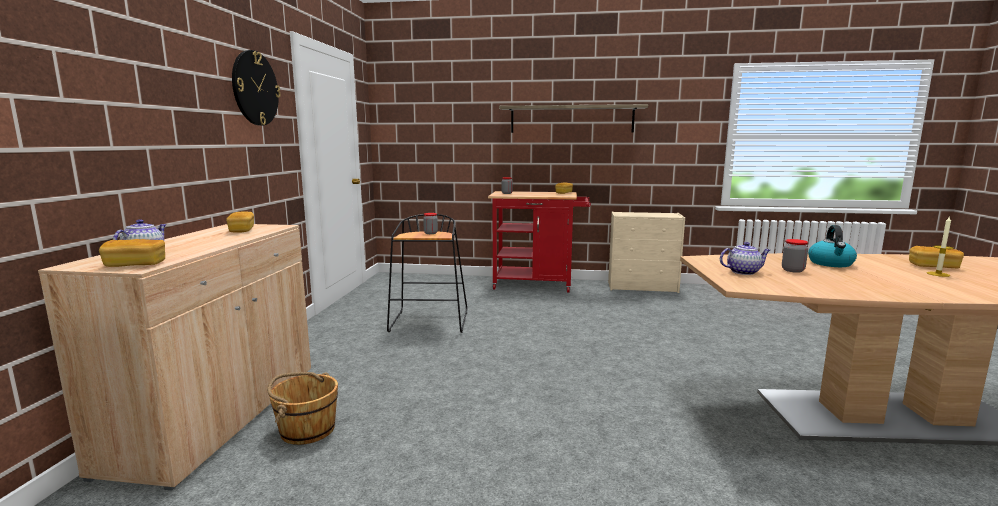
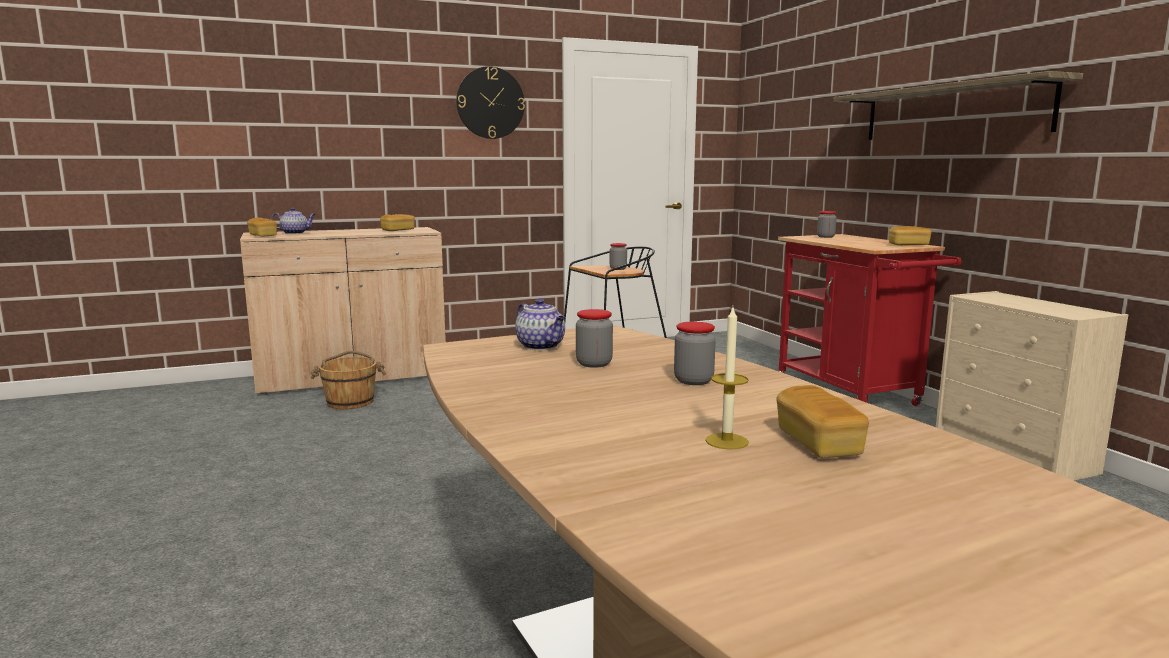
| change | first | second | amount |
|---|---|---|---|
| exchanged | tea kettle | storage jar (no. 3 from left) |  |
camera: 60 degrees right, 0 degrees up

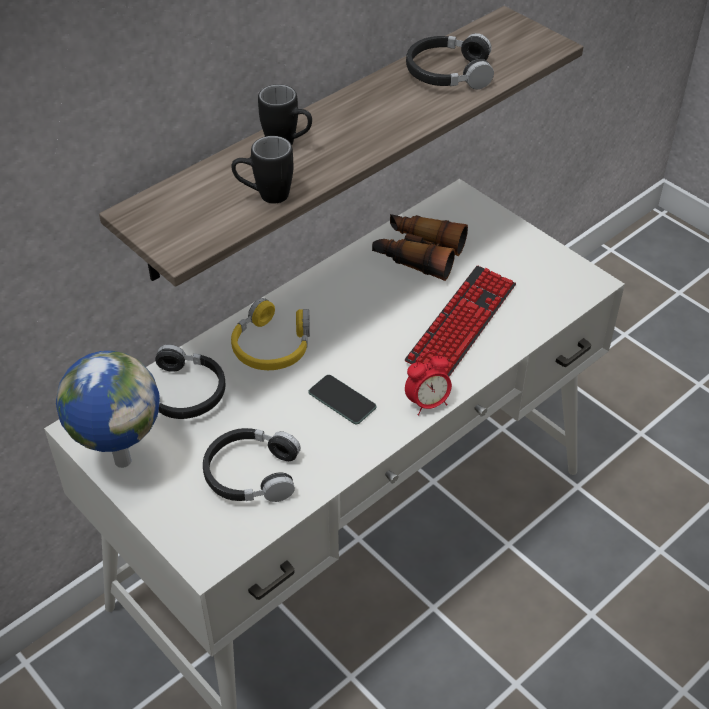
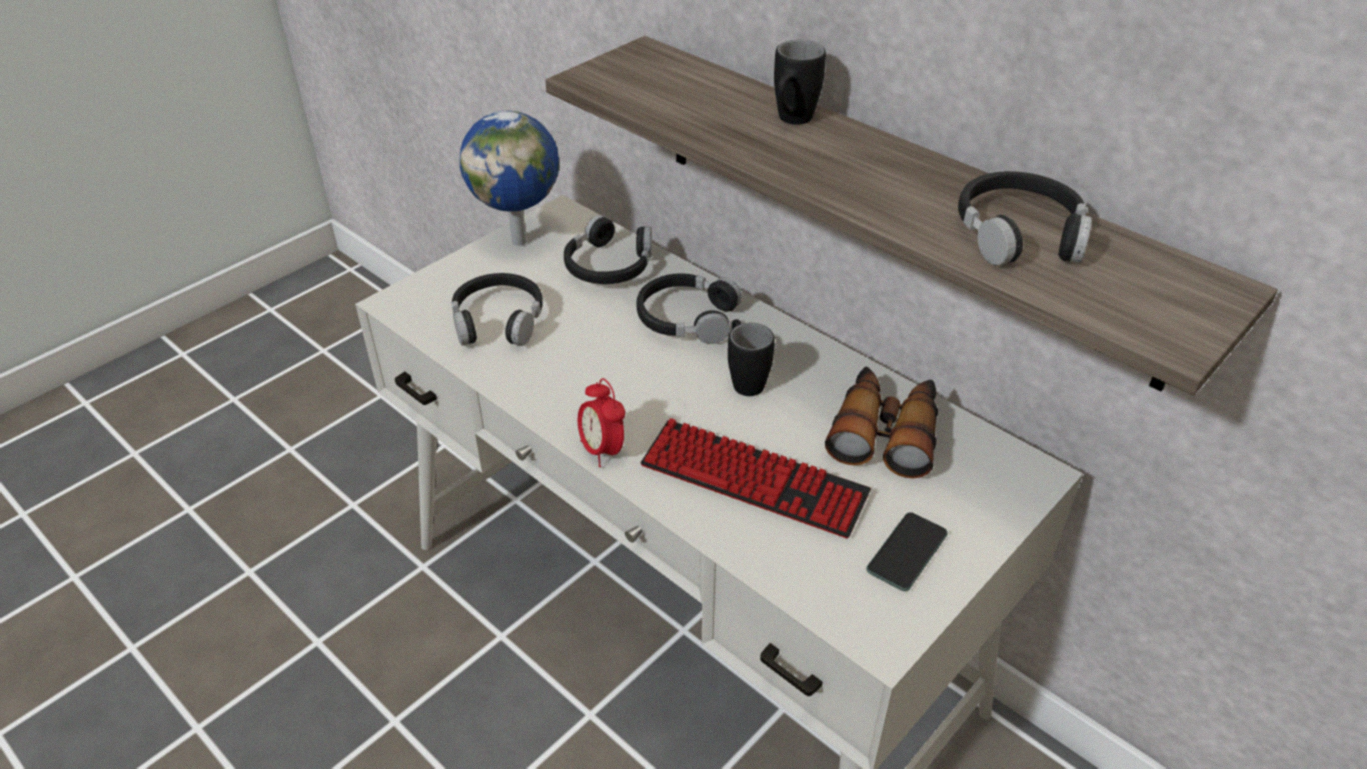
| change | first | second | amount |
|---|---|---|---|
| colour | pair of headphones in yellowish | pair of headphones in black-coloured (no. 3 from left) |  |
| relocated | tea mug in black-coloured (no. 1 from left) |  |  |
| relocated | phone |  |  |
camera: 85 degrees right, 5 degrees down

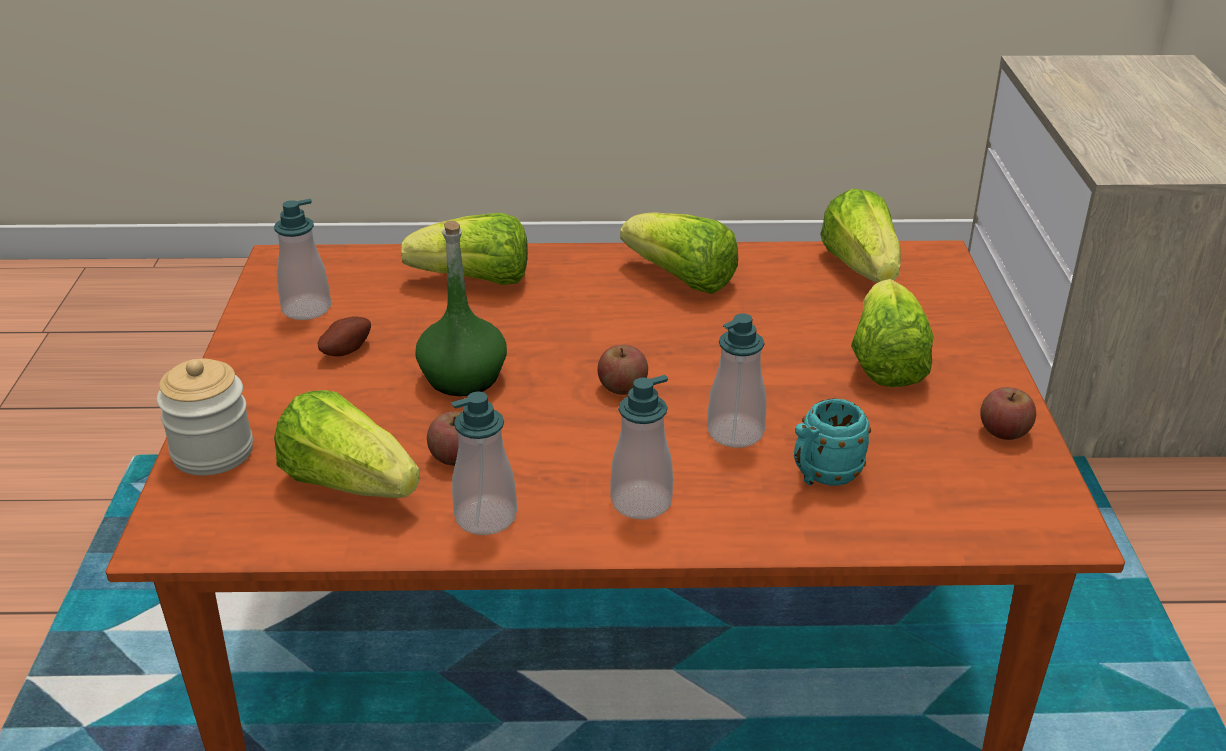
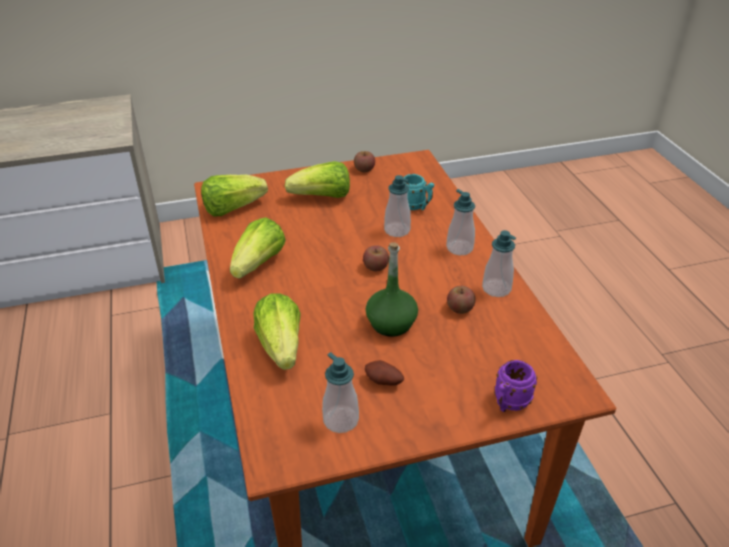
| change | first | second | amount |
|---|---|---|---|
| exchanged | storage jar | tea mug in purple-coloured |  |
| missing | lettuce (no. 1 from left) |  |  |
camera: 105 degrees left, 5 degrees up

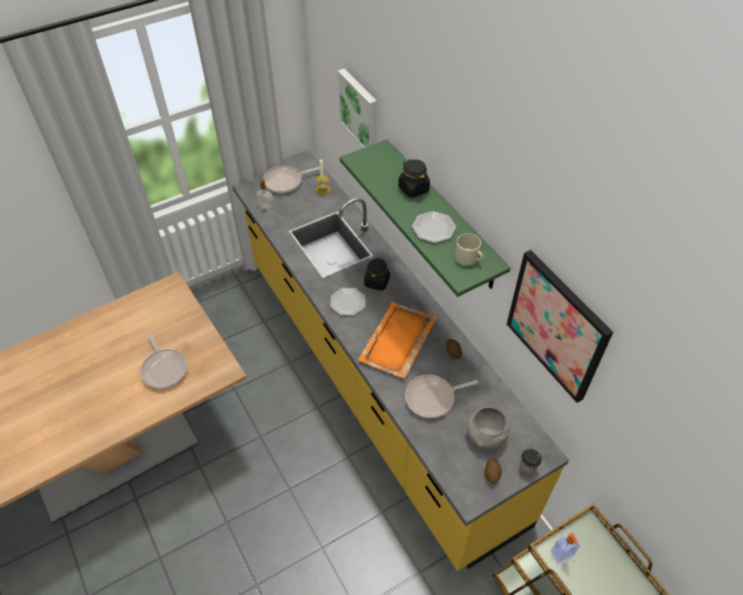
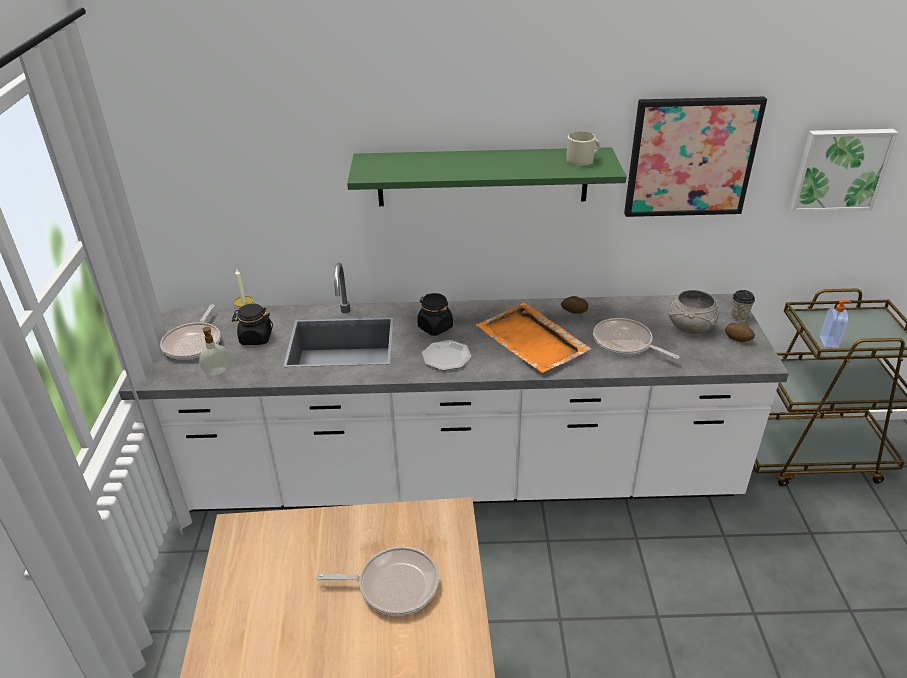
| change | first | second | amount |
|---|---|---|---|
| colour | kitchen base unit in yellowish | kitchen base unit in whitish |  |
| relocated | wall picture (no. 1 from left in the first image) | wall picture (no. 2 from left) |  |
| relocated | storage jar in black-coloured (no. 2 from left in the first image) | storage jar in black-coloured (no. 1 from left) |  |
| spun | skillet (no. 3 from left) |  | 120 degrees clockwise |
| missing | plate (no. 2 from left) |  |  |
camera: 60 degrees left, 15 degrees down

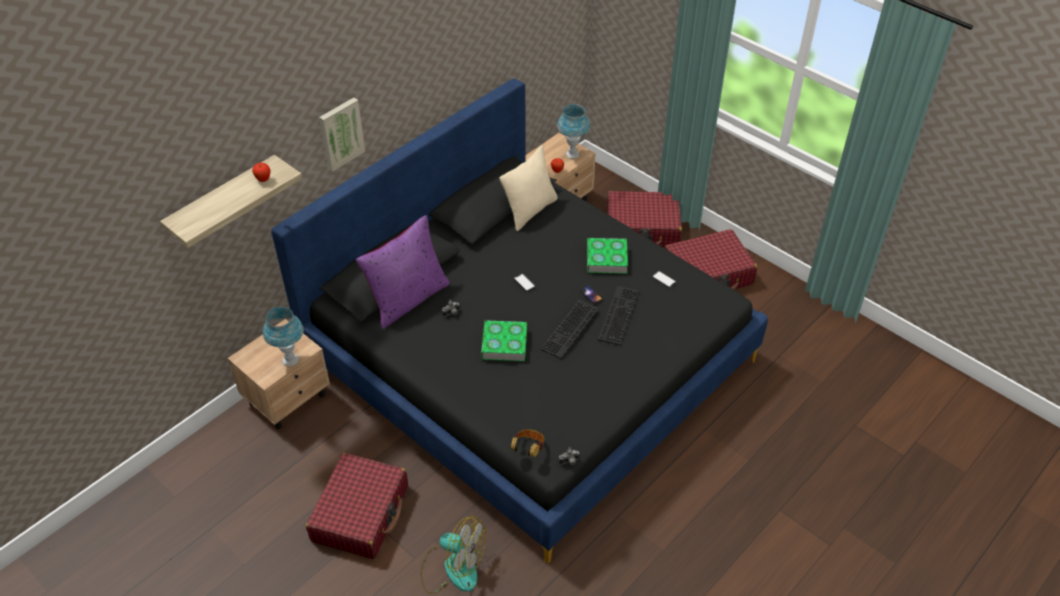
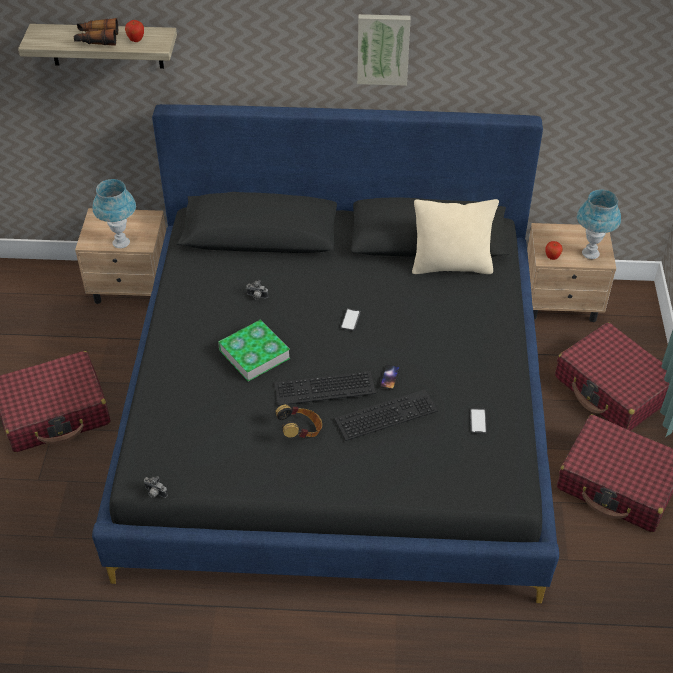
| change | first | second | amount |
|---|---|---|---|
| relocated | wall picture |  |  |
| missing | pillow in purple-coloured |  |  |
| missing | electric fan |  |  |
| relocated | pair of headphones |  |  |
| missing | bound book (no. 2 from left) |  |  |
| appeared |  | field glasses |  |
camera: 50 degrees right, 0 degrees up

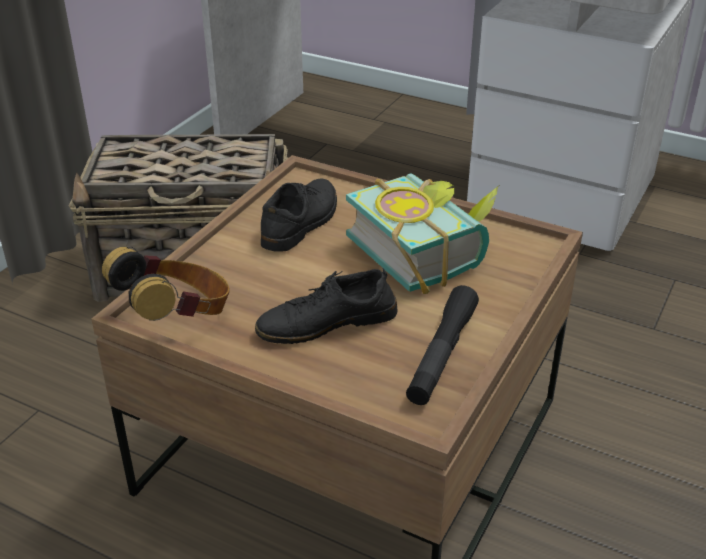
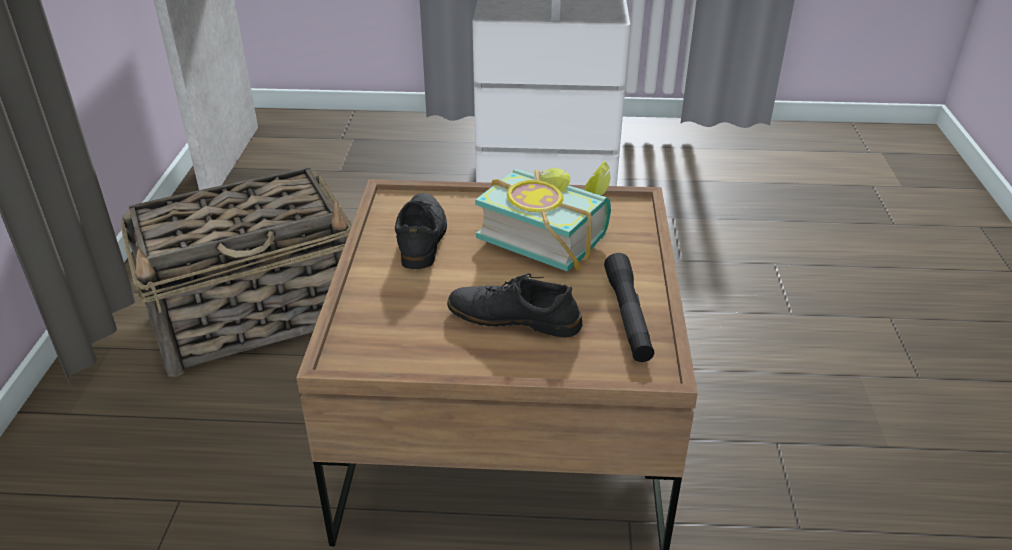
| change | first | second | amount |
|---|---|---|---|
| missing | pair of headphones |  |  |
| spun | shoe in black-coloured (no. 2 from left) |  | 60 degrees clockwise |
camera: 25 degrees left, 0 degrees up

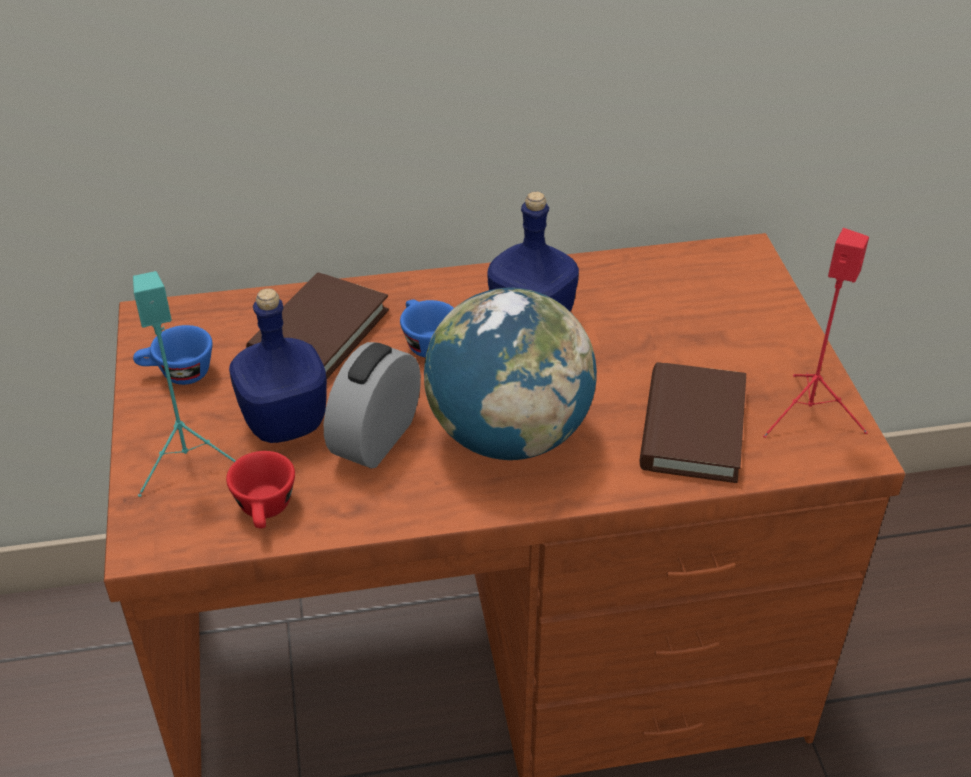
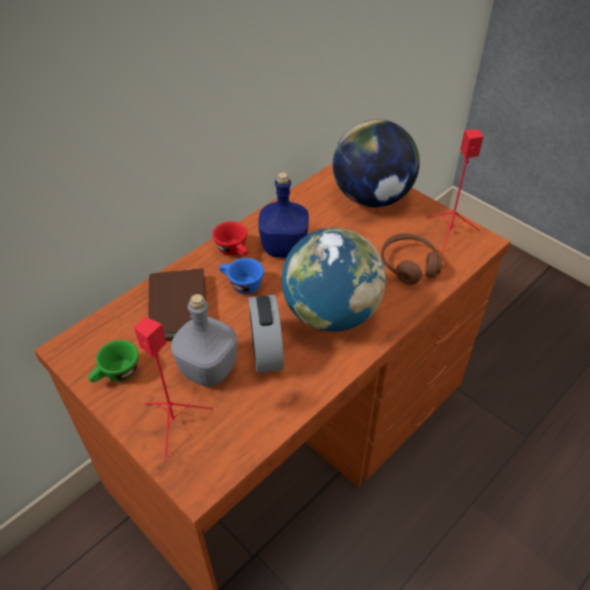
| change | first | second | amount |
|---|---|---|---|
| colour | audio speaker in turquoise-coloured | audio speaker in red-coloured (no. 1 from left) |  |
| colour | drinking cup in bluish (no. 1 from left) | drinking cup in green |  |
| relocated | drinking cup in red-coloured |  |  |
| colour | drink bottle in bluish (no. 1 from left) | drink bottle in gray |  |
| exchanged | bound book in brown-coloured (no. 2 from left) | pair of headphones in brown-coloured |  |
| appeared |  | desk globe (no. 2 from left) |  |
camera: 35 degrees left, 5 degrees up

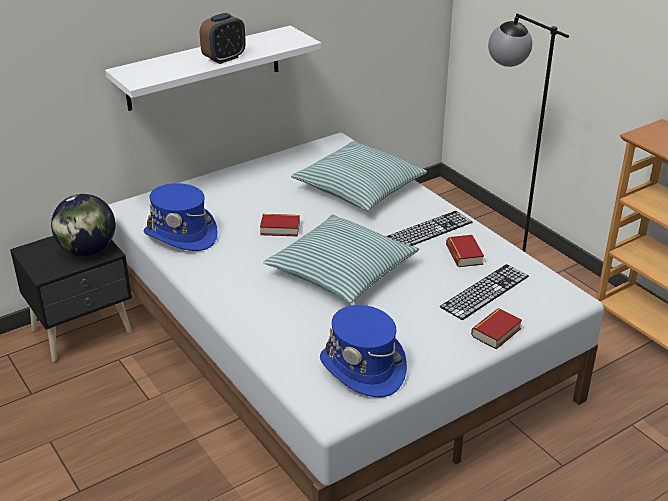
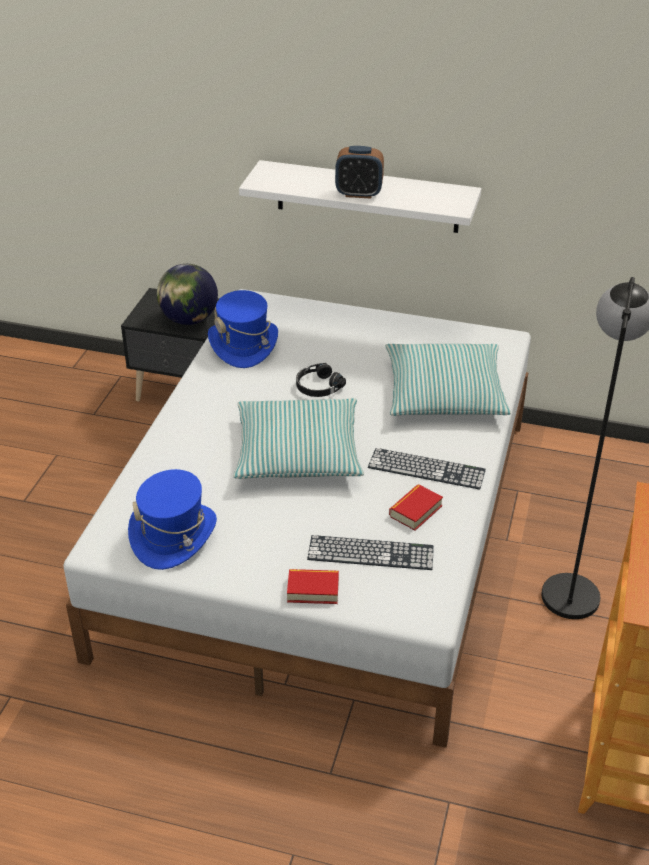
| change | first | second | amount |
|---|---|---|---|
| exchanged | bound book (no. 1 from left) | pair of headphones in black-coloured |  |
camera: 50 degrees right, 5 degrees up

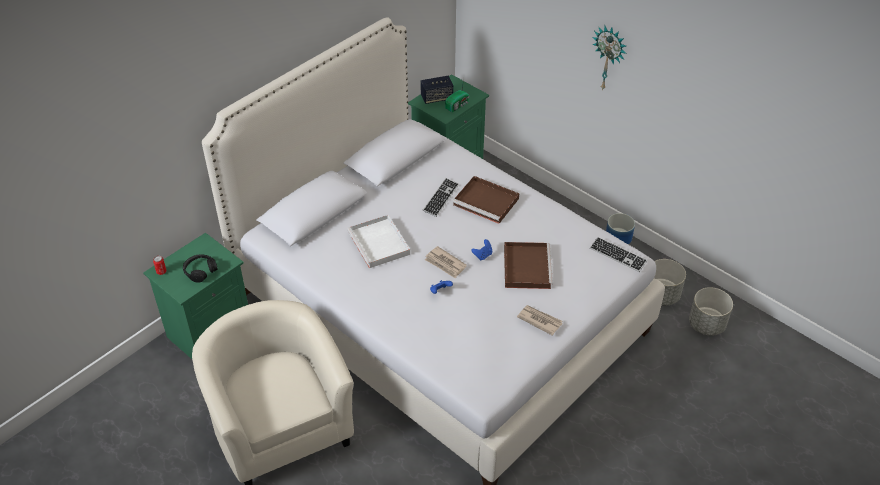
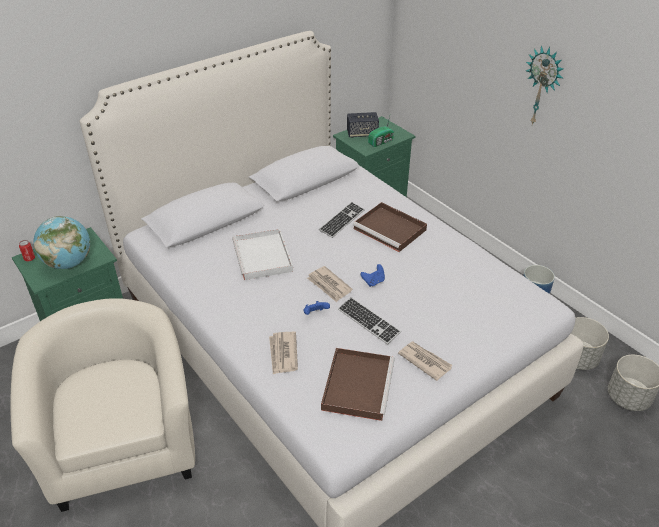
| change | first | second | amount |
|---|---|---|---|
| exchanged | pair of headphones in black-coloured | desk globe |  |
| relocated | carrying tray in brown-coloured (no. 2 from left in the first image) | carrying tray in brown-coloured (no. 1 from left) |  |
| relocated | computer keyboard (no. 2 from left) |  |  |
| appeared |  | printed paper (no. 1 from left) |  |
camera: 10 degrees right, 5 degrees down

